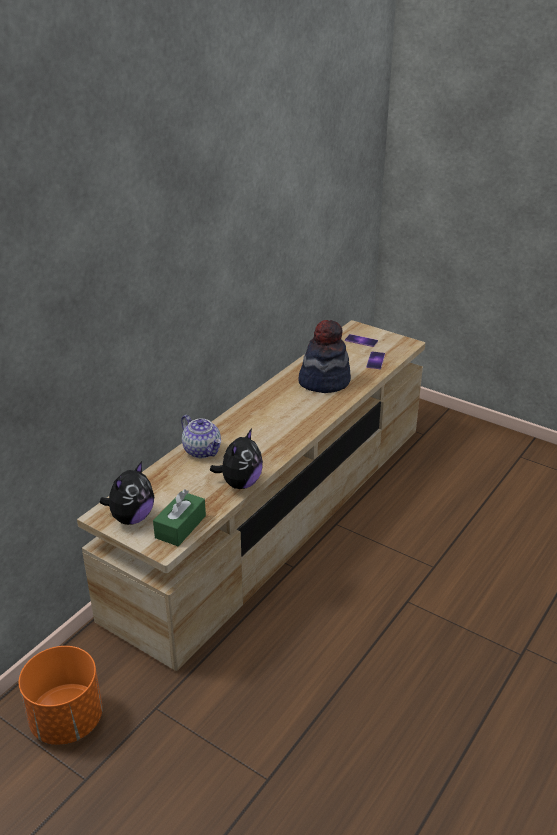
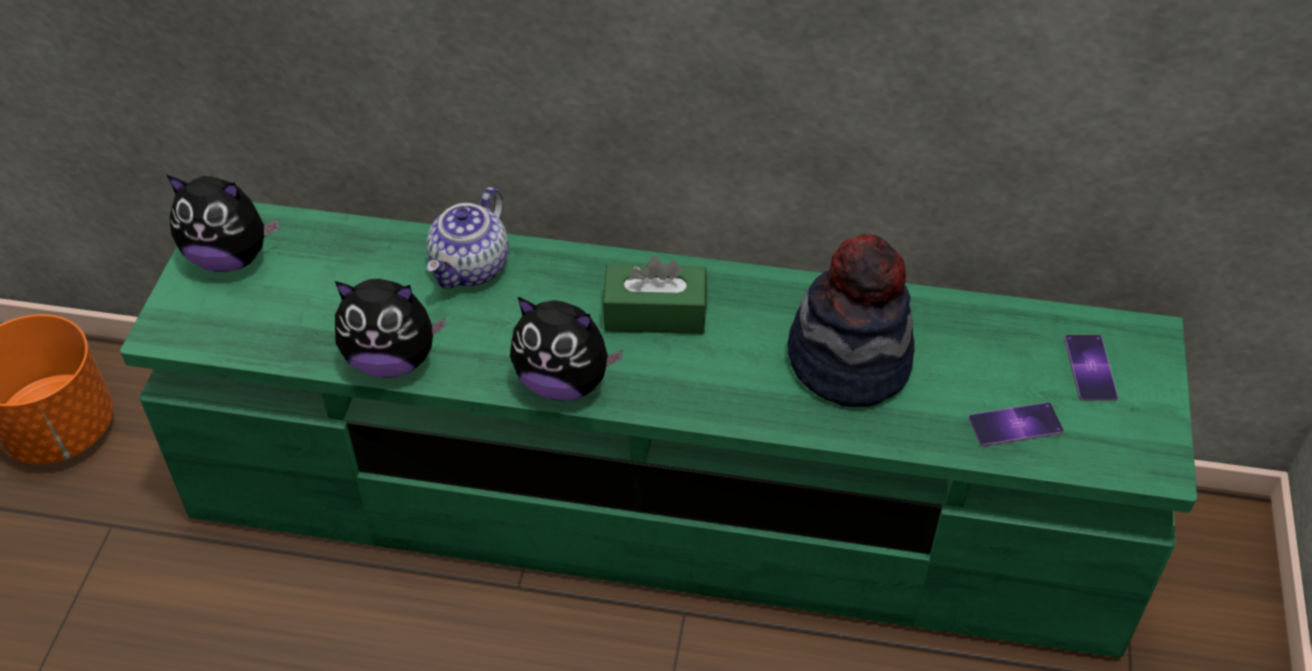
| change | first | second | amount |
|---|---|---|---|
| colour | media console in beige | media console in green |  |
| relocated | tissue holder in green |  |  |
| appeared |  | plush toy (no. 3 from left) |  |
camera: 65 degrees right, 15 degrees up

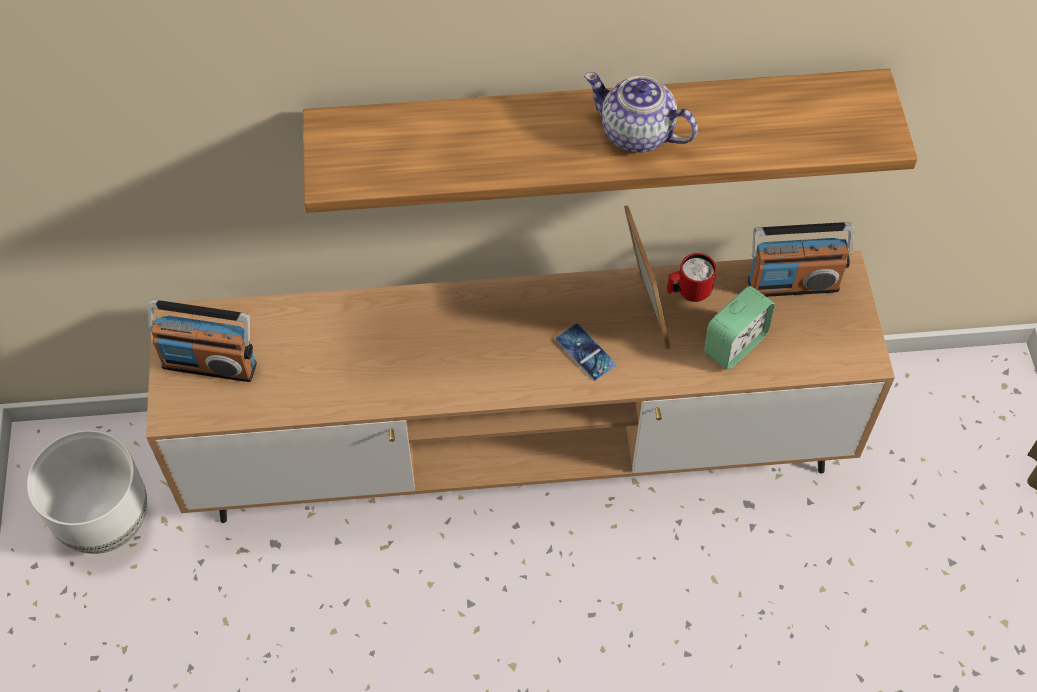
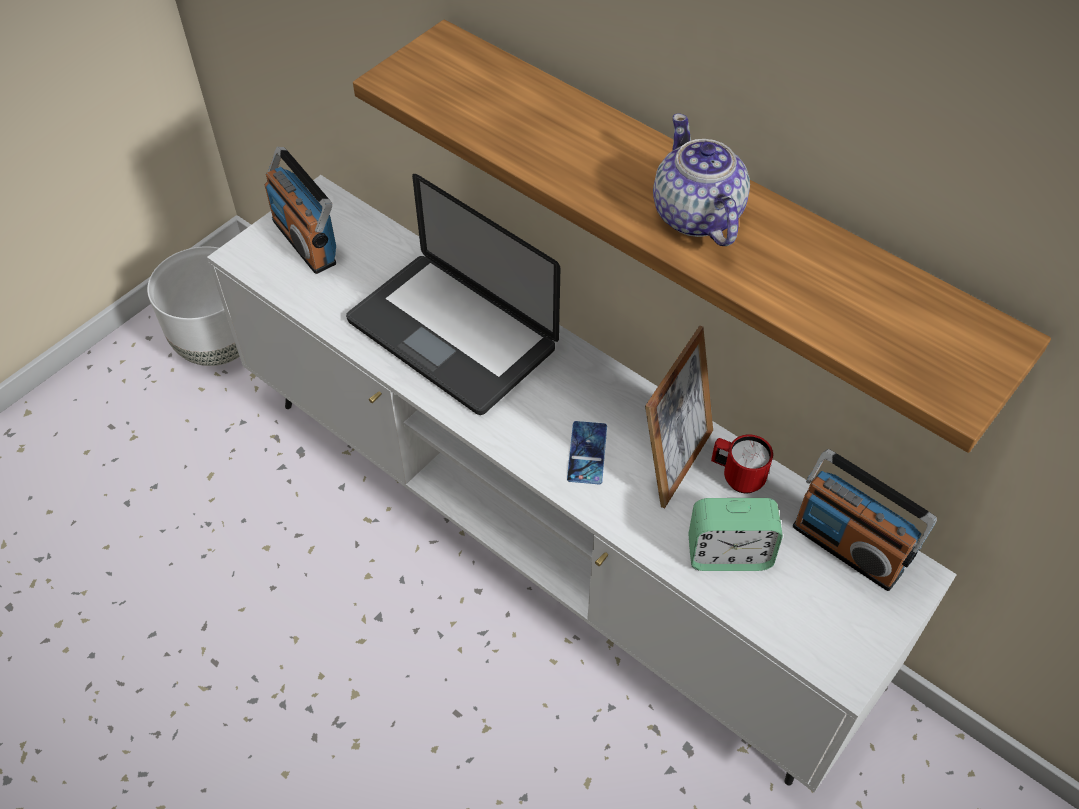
| change | first | second | amount |
|---|---|---|---|
| colour | media console in brown-coloured | media console in whitish |  |
| appeared |  | notebook computer |  |
camera: 45 degrees right, 5 degrees down

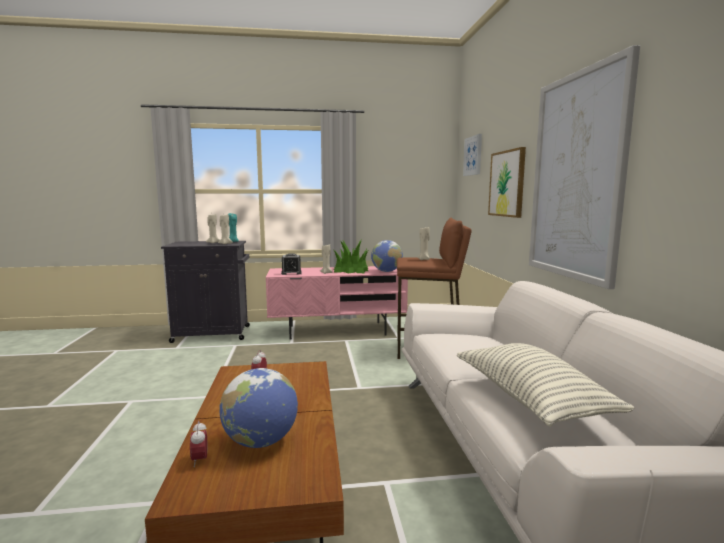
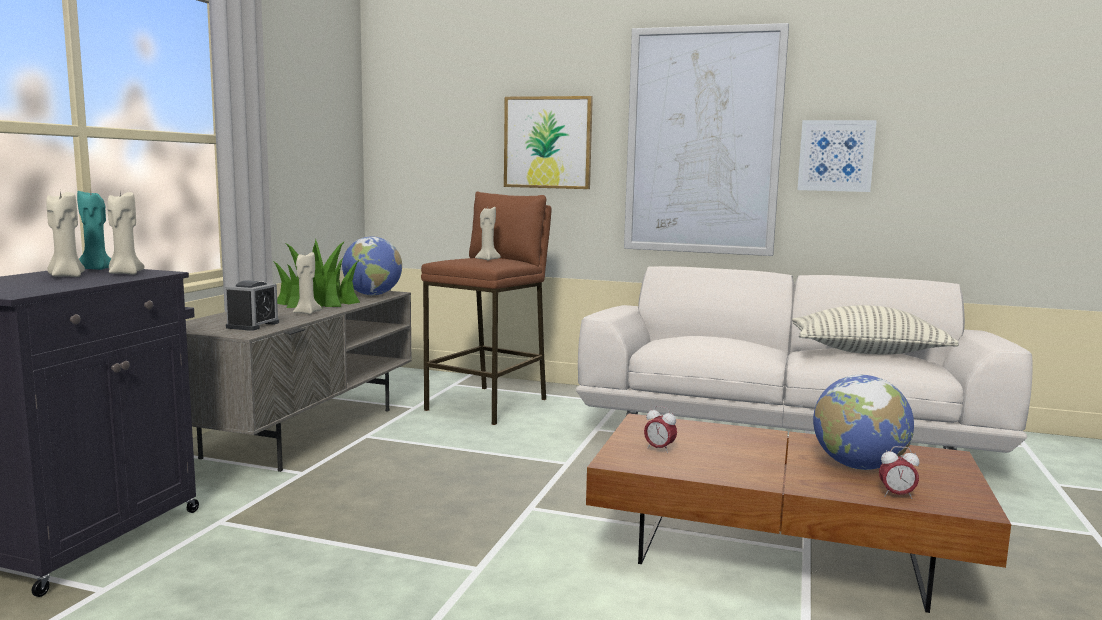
| change | first | second | amount |
|---|---|---|---|
| colour | media console in pink-coloured | media console in gray |  |
| relocated | wall picture (no. 1 from left in the first image) | wall picture (no. 3 from left) |  |
camera: 65 degrees left, 0 degrees up

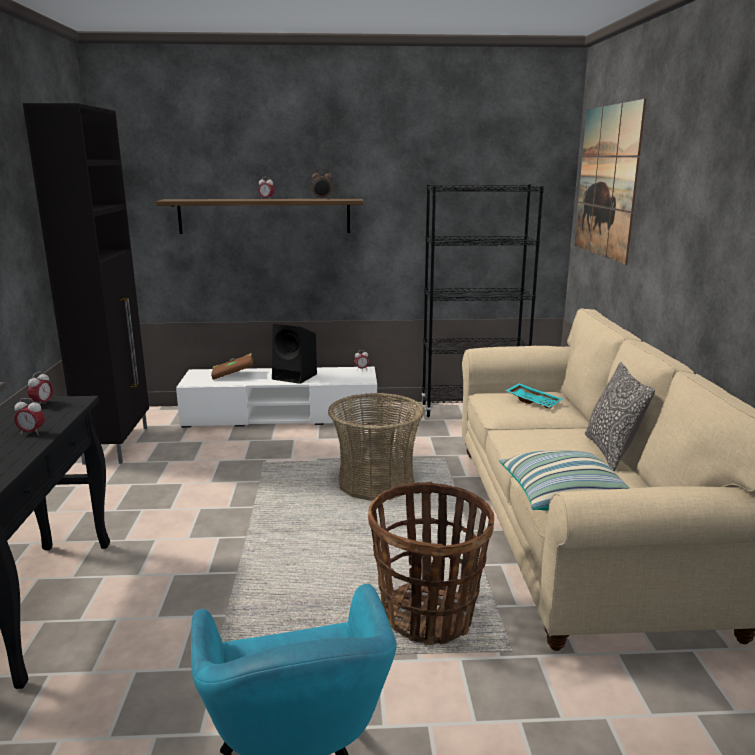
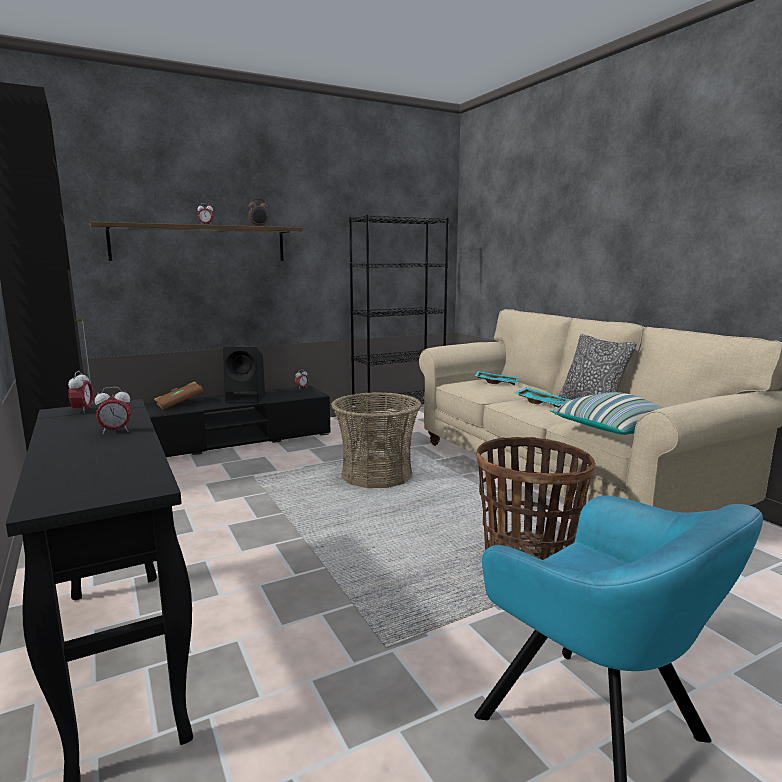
| change | first | second | amount |
|---|---|---|---|
| colour | media console in whitish | media console in black-coloured |  |
| missing | wall picture |  |  |
| appeared |  | carrying tray in turquoise-coloured (no. 2 from left) |  |
camera: 25 degrees left, 5 degrees down

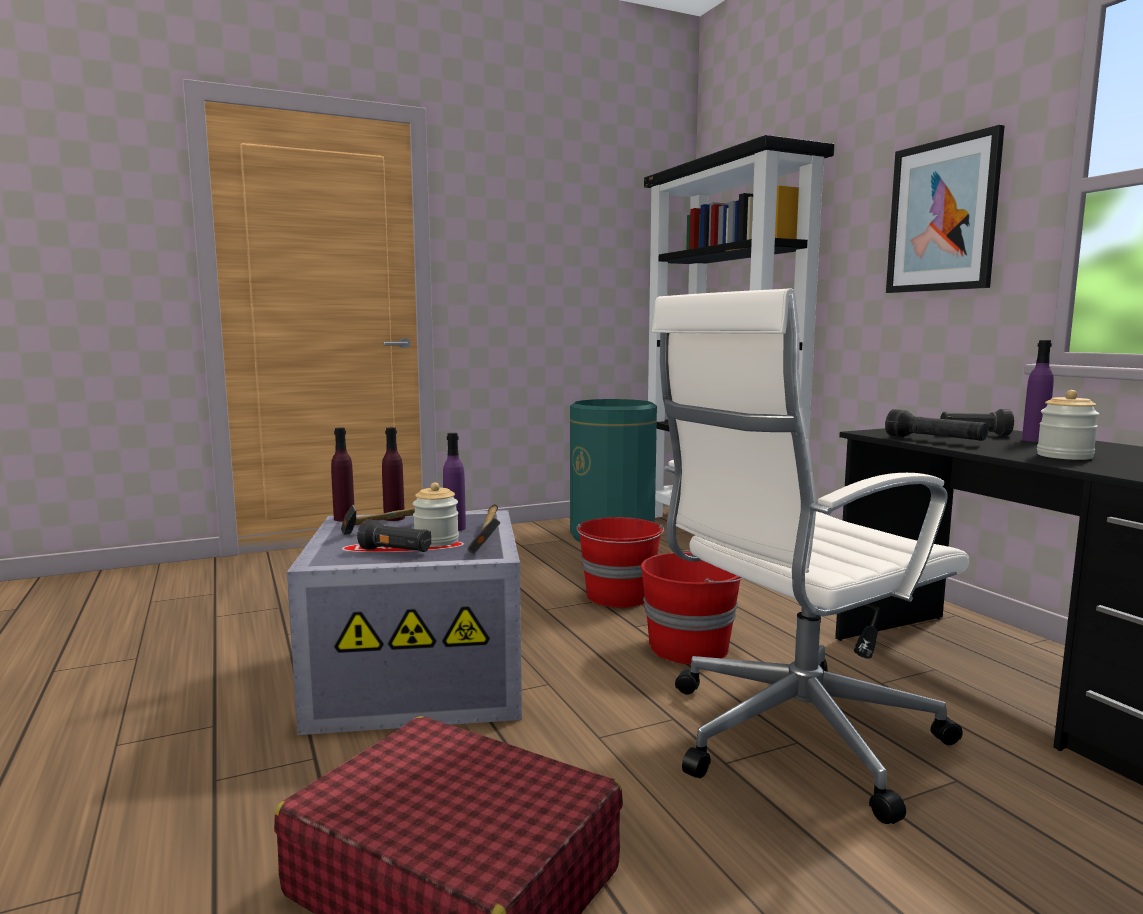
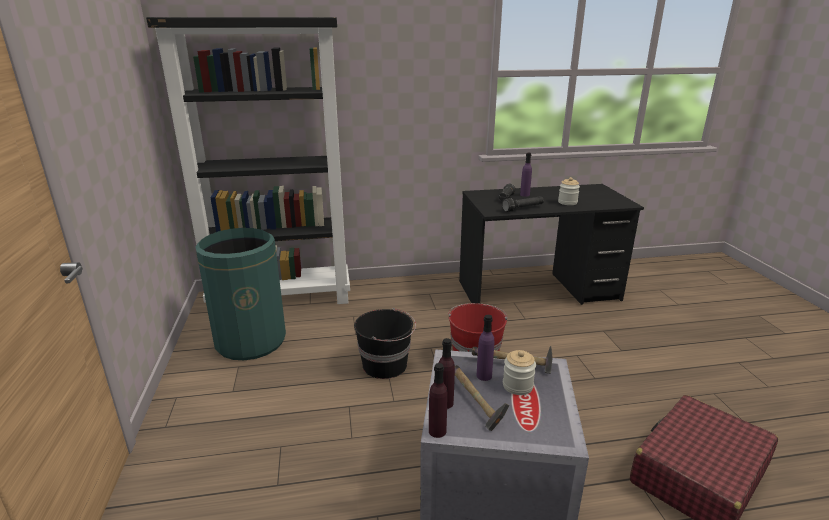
| change | first | second | amount |
|---|---|---|---|
| missing | torch in black-coloured (no. 1 from left) |  |  |
| colour | bucket in red-coloured (no. 1 from left) | bucket in black-coloured |  |
| missing | office chair in whitish |  |  |
| missing | wall picture |  |  |
camera: 75 degrees left, 15 degrees up

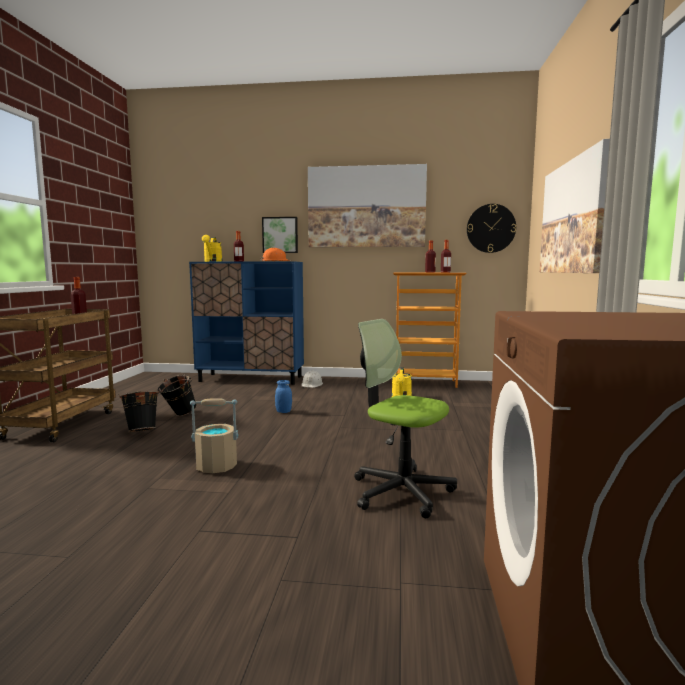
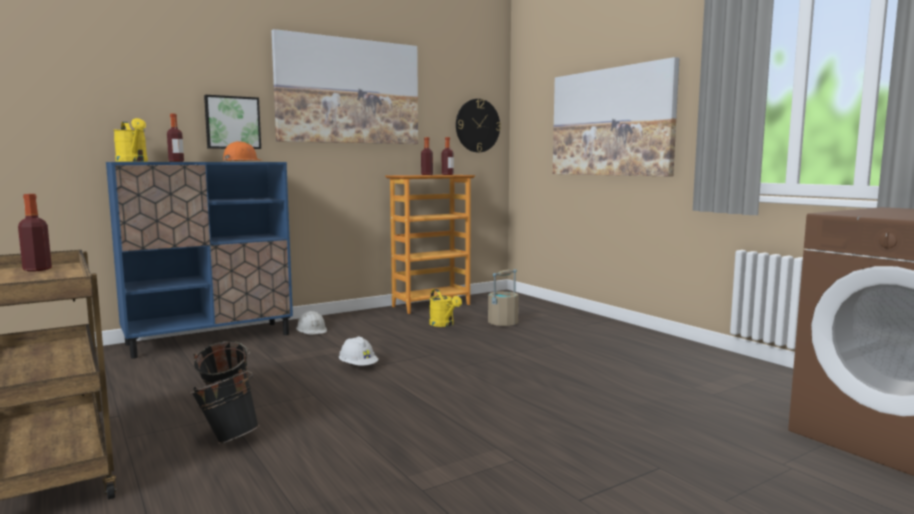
| change | first | second | amount |
|---|---|---|---|
| relocated | bucket in beige |  |  |
| exchanged | storage jar in bluish | hard hat in whitish (no. 2 from left) |  |
| missing | office chair |  |  |
camera: 40 degrees left, 0 degrees up

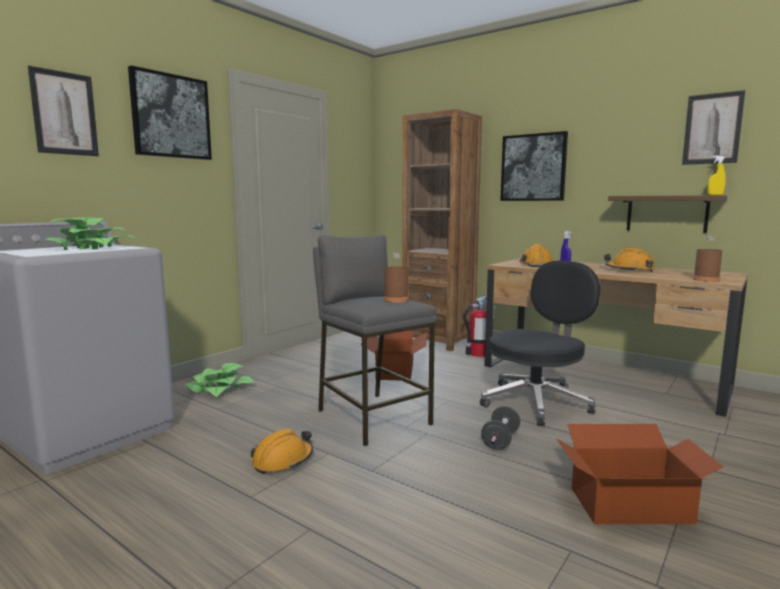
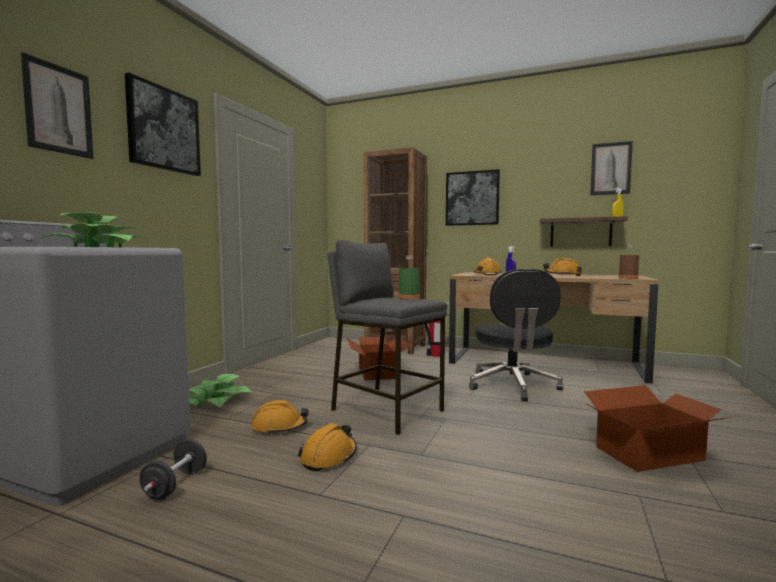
| change | first | second | amount |
|---|---|---|---|
| colour | drink bottle in brown-coloured (no. 1 from left) | drink bottle in green |  |
| spun | office chair in black-coloured |  | 150 degrees clockwise |
| relocated | free weight in black-coloured |  |  |
| appeared |  | hard hat in orange-coloured (no. 1 from left) |  |
camera: 15 degrees left, 5 degrees down

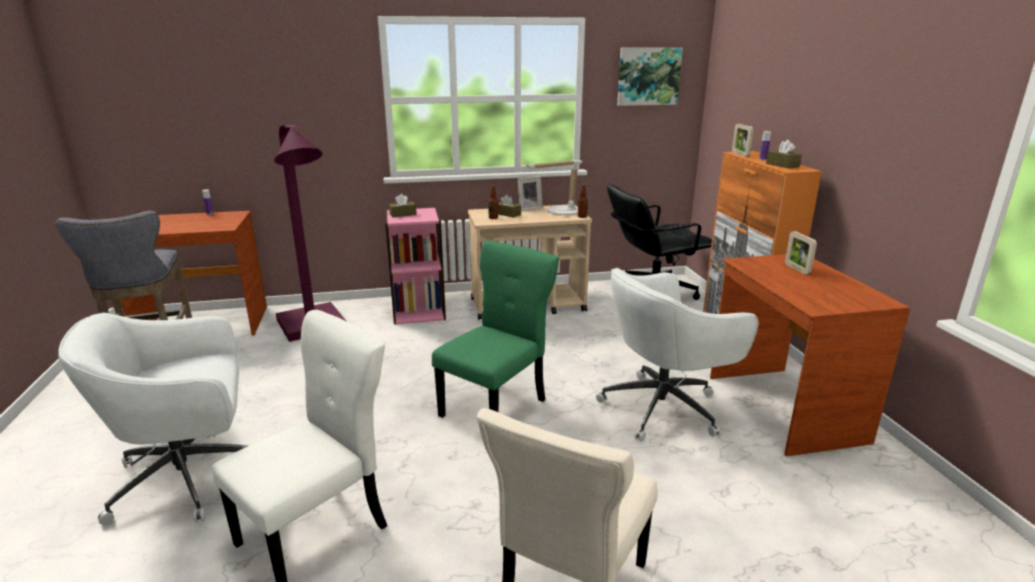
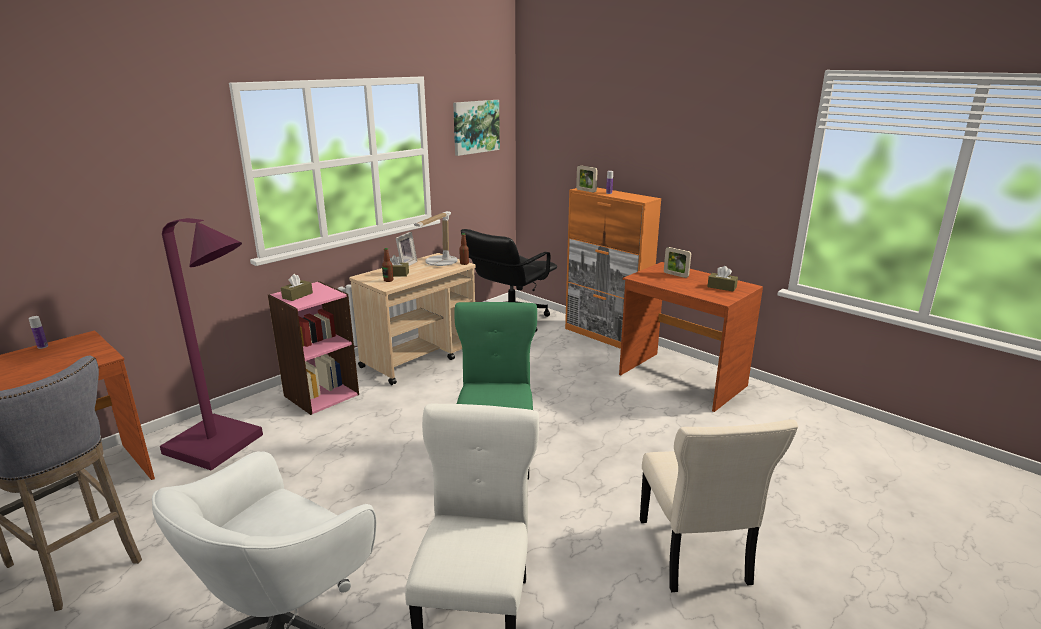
| change | first | second | amount |
|---|---|---|---|
| missing | office chair in whitish (no. 2 from left) |  |  |
| relocated | tissue holder in brown-coloured (no. 3 from left) |  |  |
camera: 35 degrees left, 0 degrees up

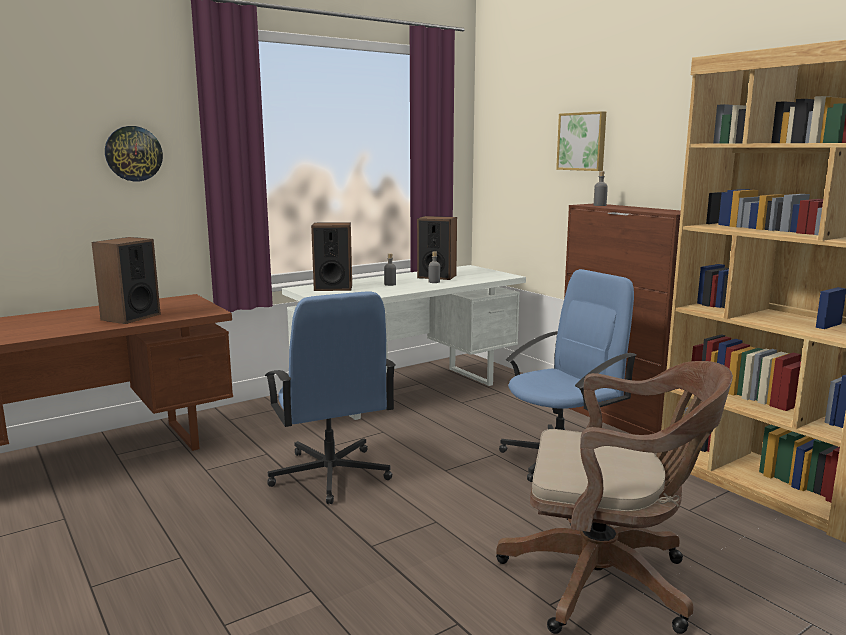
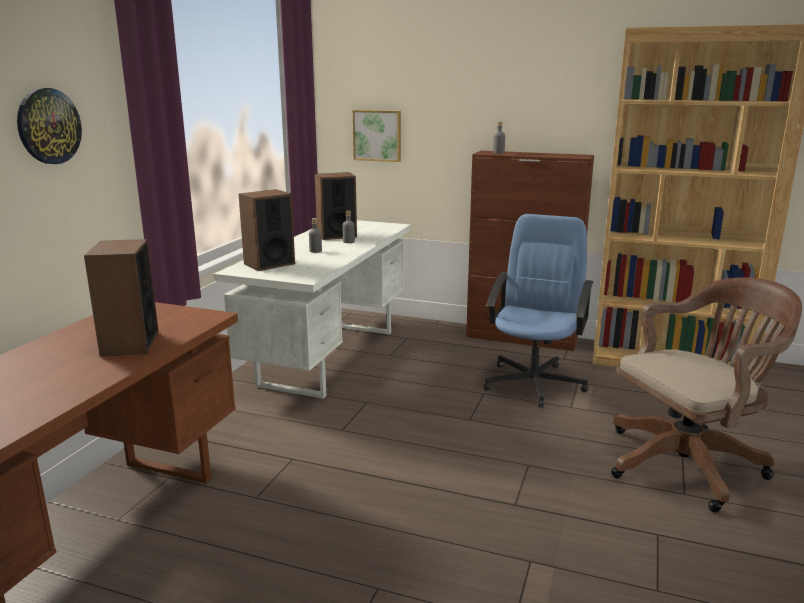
| change | first | second | amount |
|---|---|---|---|
| missing | office chair in bluish (no. 1 from left) |  |  |
| relocated | wall picture |  |  |
camera: 35 degrees left, 5 degrees up

